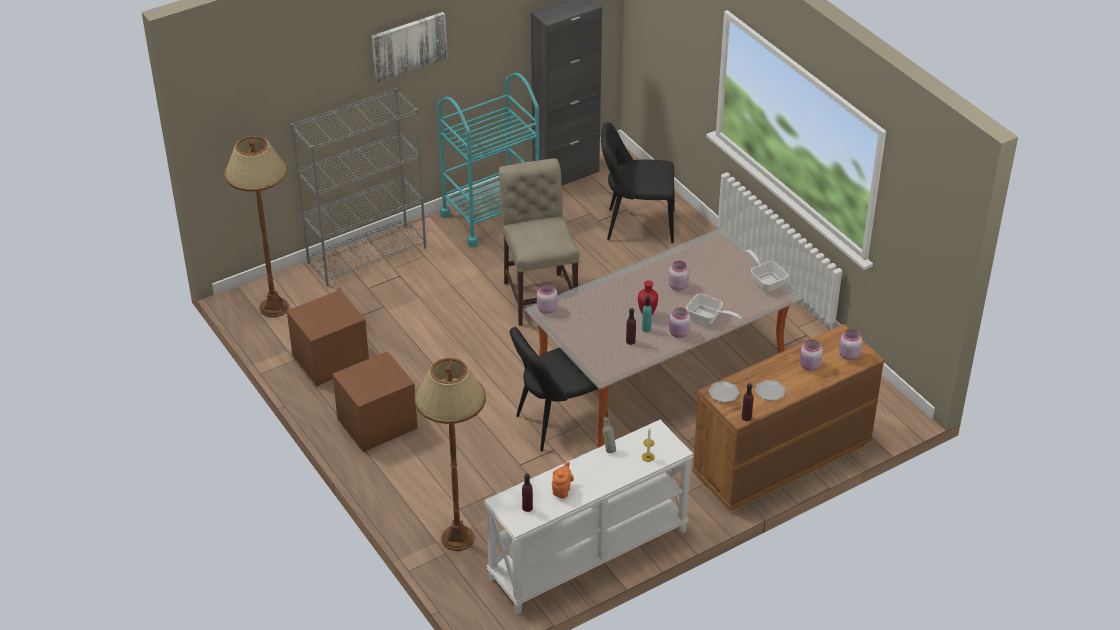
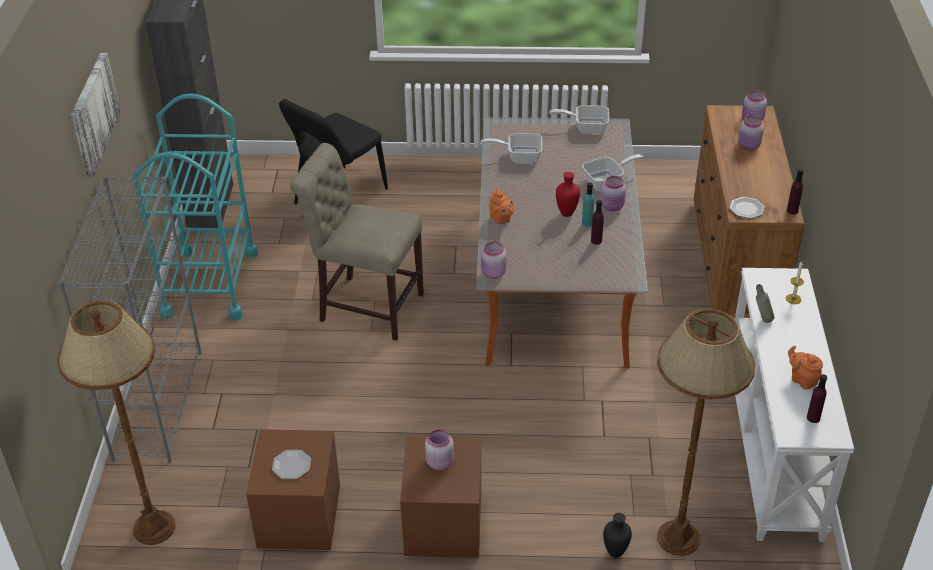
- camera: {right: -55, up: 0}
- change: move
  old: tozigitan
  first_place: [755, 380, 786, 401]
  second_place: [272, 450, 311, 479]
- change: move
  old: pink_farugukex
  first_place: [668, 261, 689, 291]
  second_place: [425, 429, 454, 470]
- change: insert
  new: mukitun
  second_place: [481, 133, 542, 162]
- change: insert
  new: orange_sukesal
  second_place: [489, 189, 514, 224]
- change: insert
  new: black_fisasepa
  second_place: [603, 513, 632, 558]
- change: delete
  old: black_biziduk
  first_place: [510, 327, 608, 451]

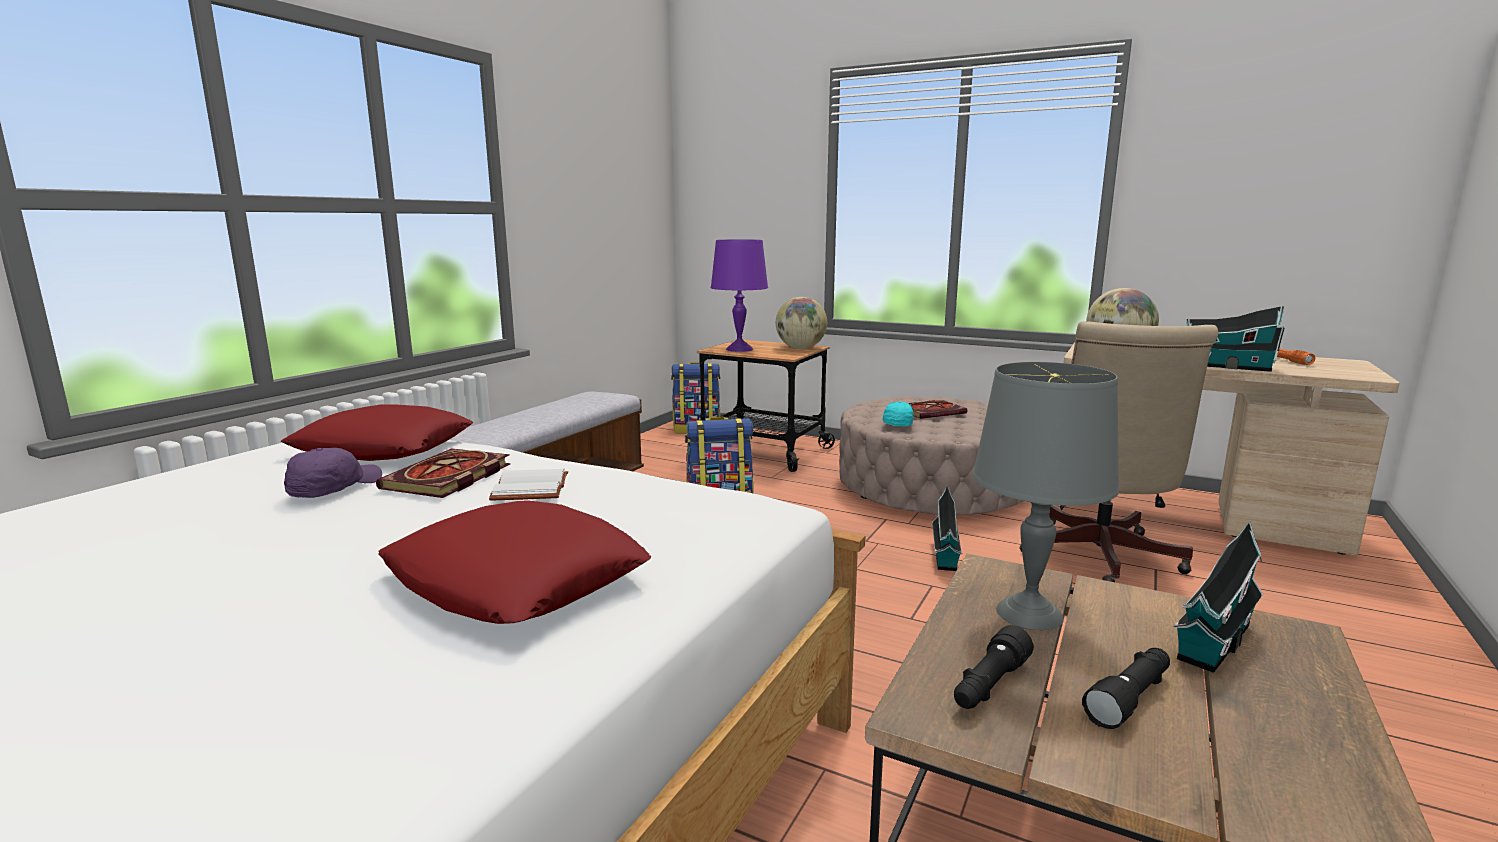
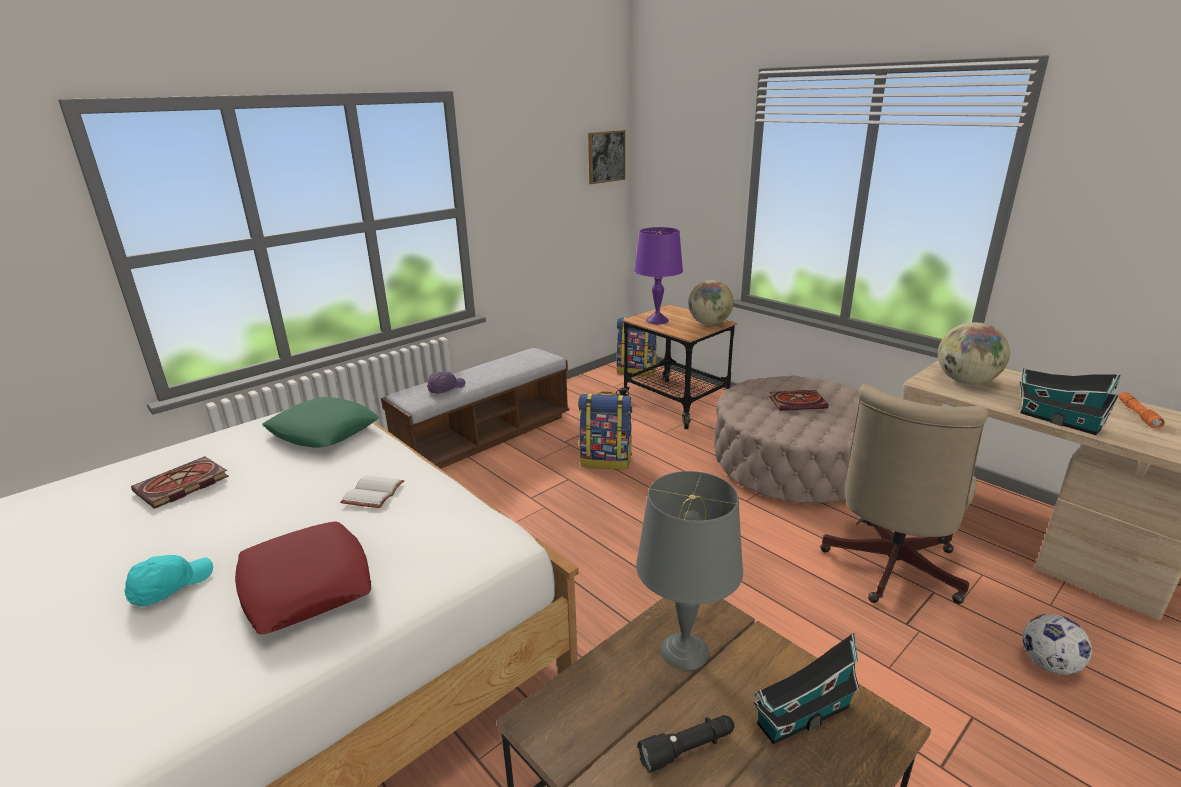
- camera: {right: 20, up: 10}
- change: move
  old: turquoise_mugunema
  first_place: [882, 401, 913, 426]
  second_place: [124, 555, 213, 606]
- change: move
  old: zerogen
  first_place: [376, 449, 510, 498]
  second_place: [131, 456, 229, 509]
- change: recolor
  old: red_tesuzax
  new: green_tesuzax
  first_place: [280, 404, 474, 461]
  second_place: [262, 397, 379, 448]
- change: move
  old: purple_mugunema
  first_place: [284, 448, 382, 498]
  second_place: [427, 372, 465, 394]
- change: insert
  new: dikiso
  second_place: [588, 130, 625, 184]
- change: insert
  new: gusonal
  second_place: [1022, 614, 1092, 675]
- change: delete
  old: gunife
  first_place: [932, 485, 962, 571]
- change: delete
  old: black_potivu
  first_place: [954, 625, 1034, 709]

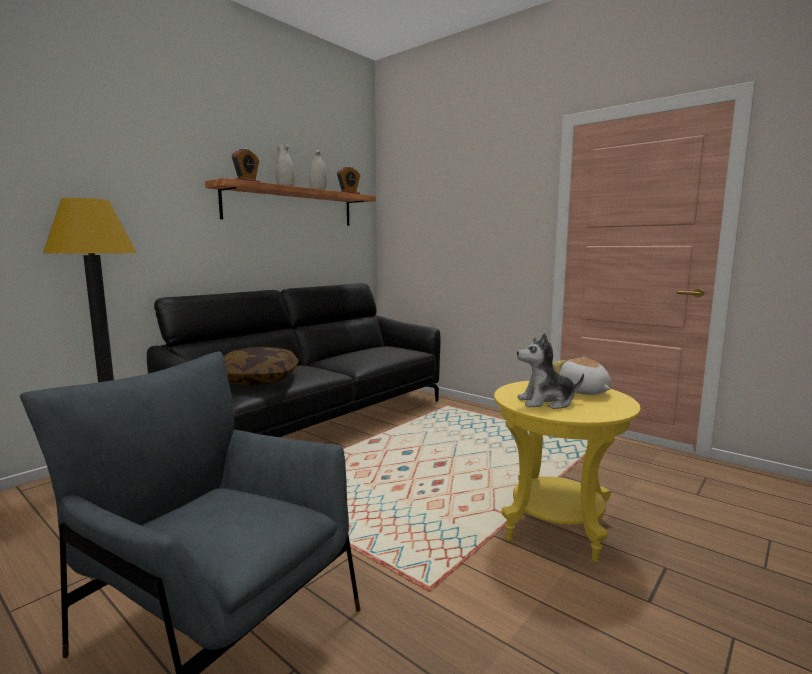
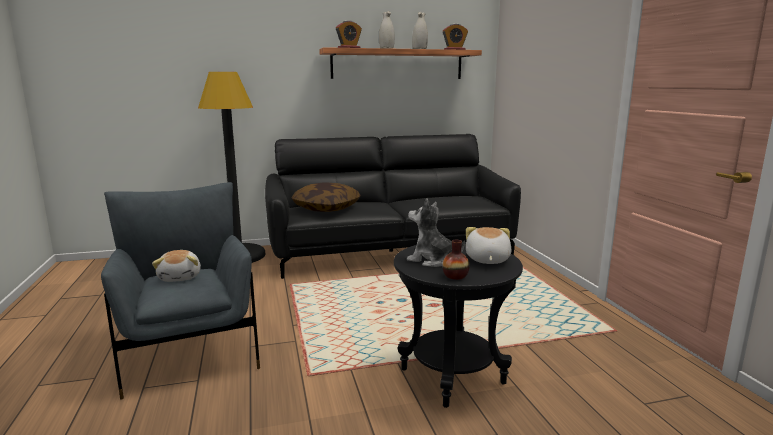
- camera: {right: 35, up: 5}
- change: insert
  new: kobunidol
  second_place: [152, 250, 201, 282]
- change: recolor
  old: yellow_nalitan
  new: black_nalitan
  first_place: [494, 381, 641, 562]
  second_place: [394, 241, 523, 408]
- change: insert
  new: fisasepa
  second_place: [442, 240, 470, 280]

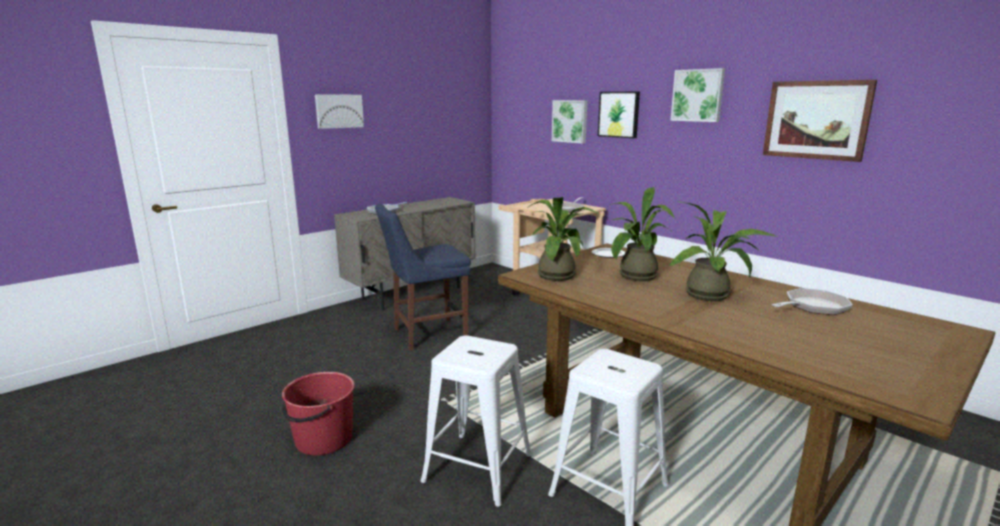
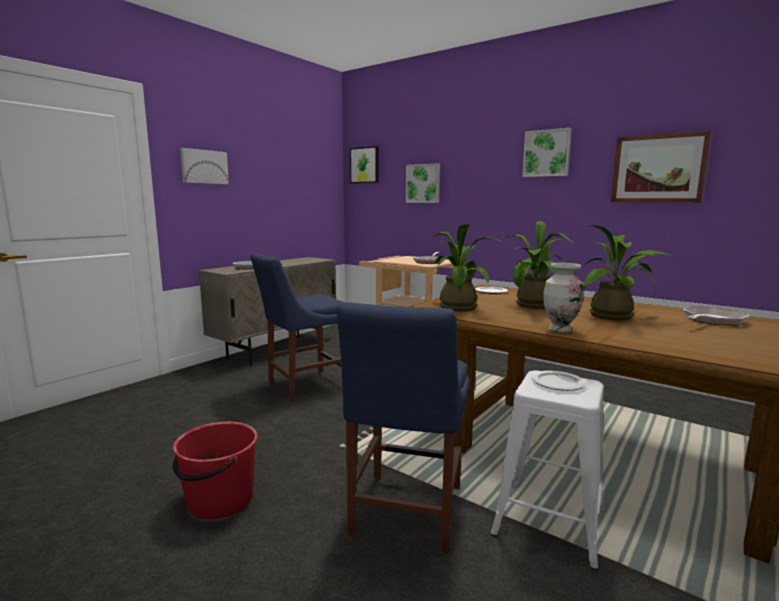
- camera: {right: -10, up: -5}
- change: replace
  old: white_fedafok
  new: blue_biziduk
  first_place: [421, 335, 532, 508]
  second_place: [337, 302, 469, 553]
- change: move
  old: dikiso
  first_place: [598, 92, 640, 138]
  second_place: [350, 146, 379, 183]
- change: insert
  new: tozigitan
  second_place: [532, 371, 586, 391]
- change: insert
  new: fisasepa
  second_place: [543, 263, 584, 333]

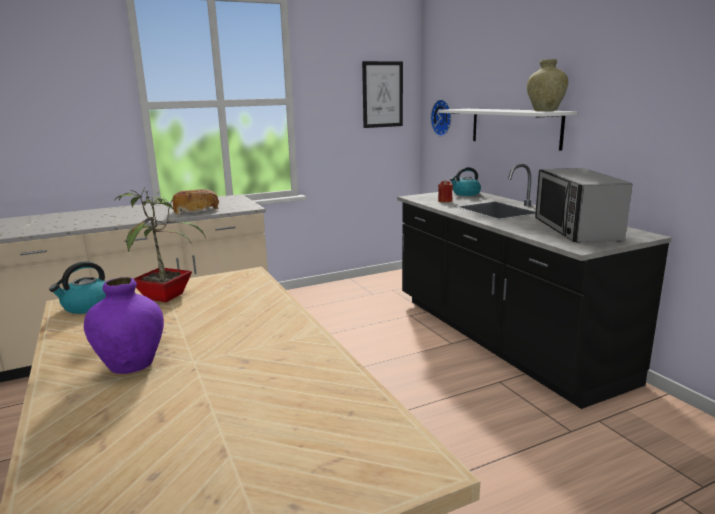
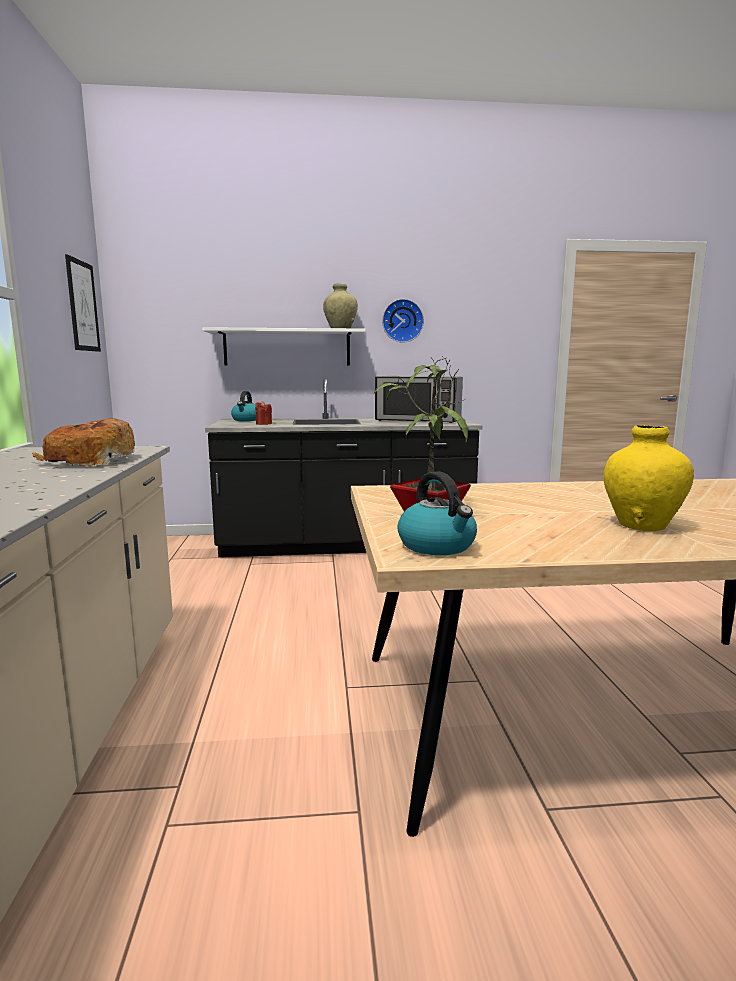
- camera: {right: -70, up: -5}
- change: move
  old: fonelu
  first_place: [430, 99, 451, 137]
  second_place: [382, 299, 424, 343]
- change: recolor
  old: purple_fisasepa
  new: yellow_fisasepa
  first_place: [84, 277, 164, 374]
  second_place: [603, 425, 694, 531]

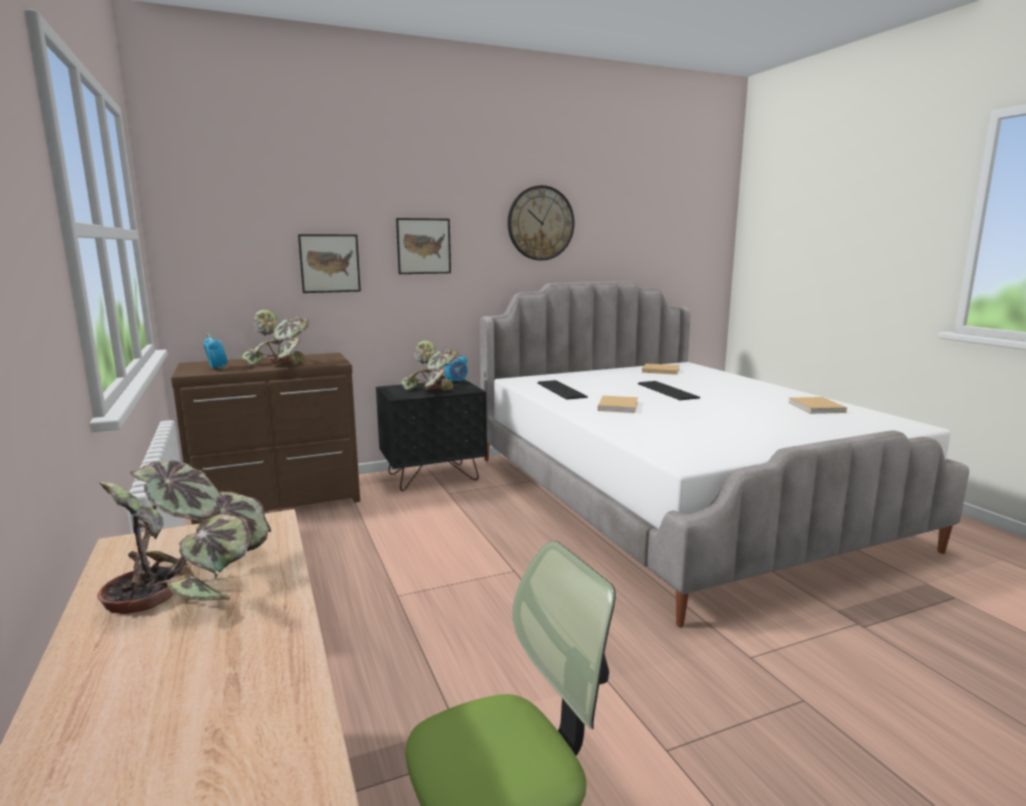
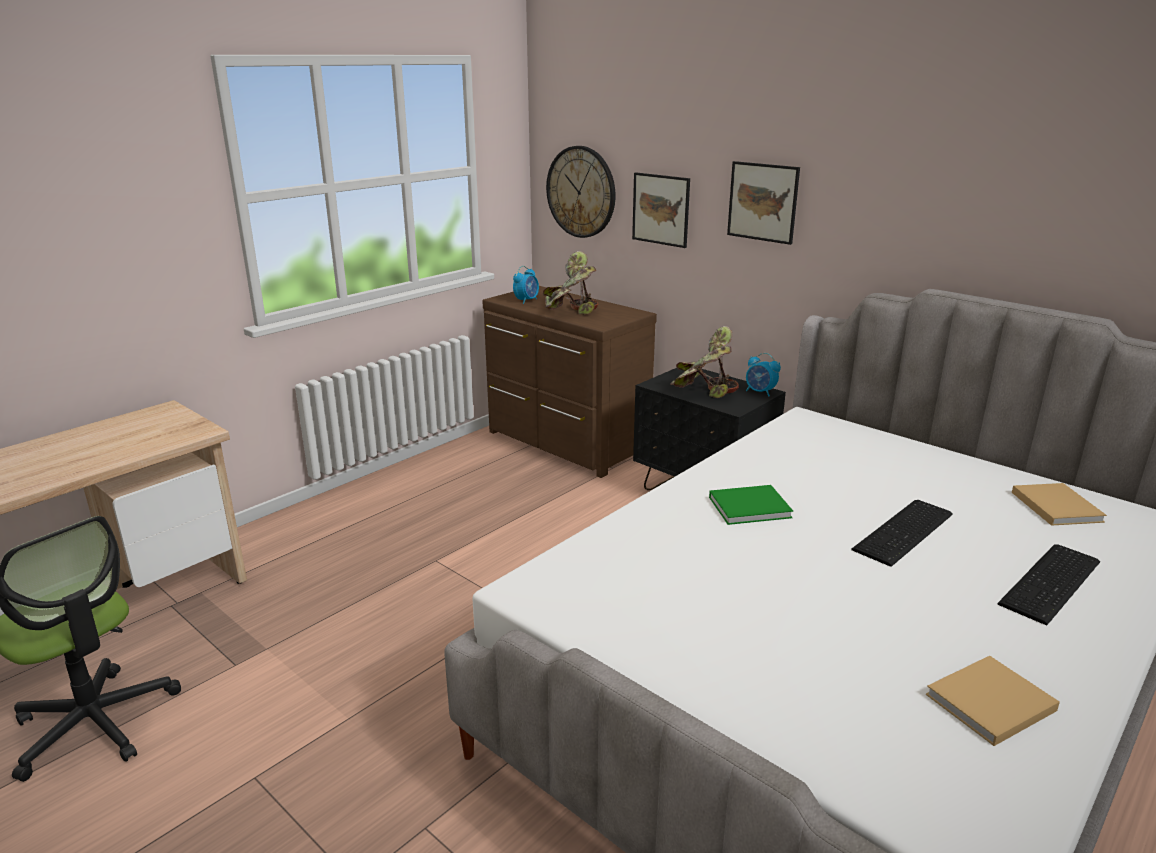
- camera: {right: 65, up: 10}
- change: move
  old: fonelu
  first_place: [507, 185, 575, 261]
  second_place: [546, 146, 616, 238]
- change: recolor
  old: beige_zerogen
  new: green_zerogen
  first_place: [598, 395, 638, 413]
  second_place: [709, 485, 793, 525]
- change: move
  old: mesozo
  first_place: [537, 380, 588, 400]
  second_place: [998, 545, 1100, 625]
- change: delete
  old: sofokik
  first_place: [97, 460, 271, 614]

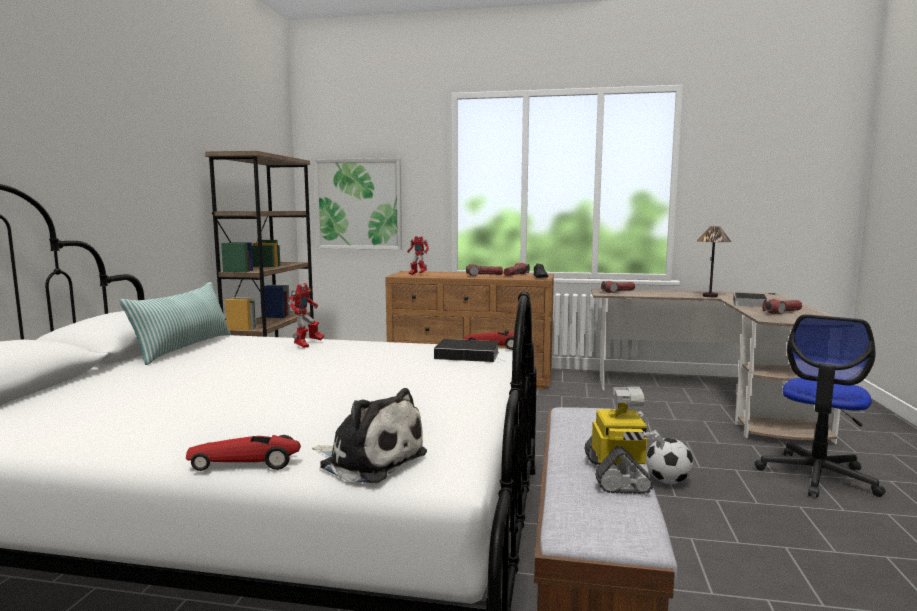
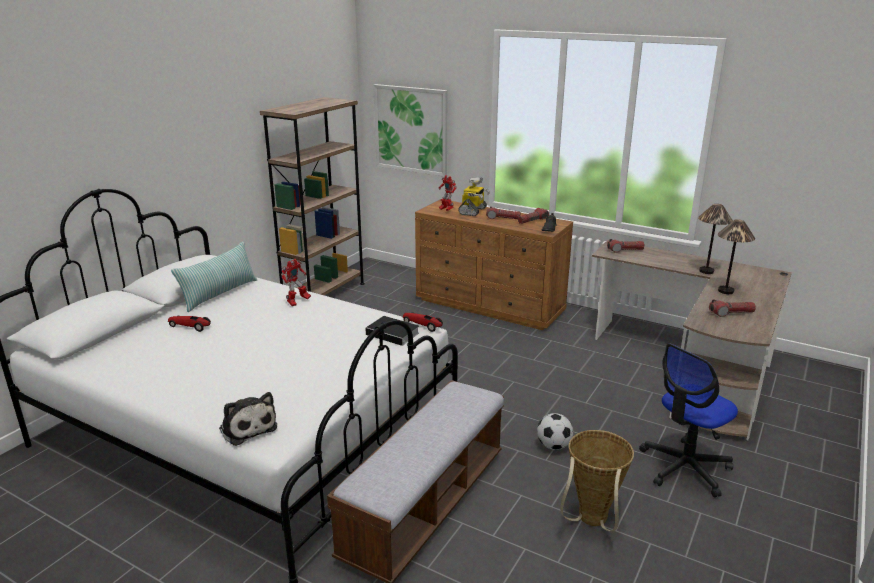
- camera: {right: 20, up: 15}
- change: move
  old: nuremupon
  first_place: [186, 435, 301, 471]
  second_place: [168, 316, 211, 332]
- change: move
  old: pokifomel
  first_place: [584, 387, 665, 494]
  second_place: [458, 177, 490, 216]
- change: insert
  new: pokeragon
  second_place: [560, 430, 634, 531]
- change: replace
  old: zerogen
  new: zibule
  first_place: [733, 293, 768, 307]
  second_place: [718, 219, 755, 294]

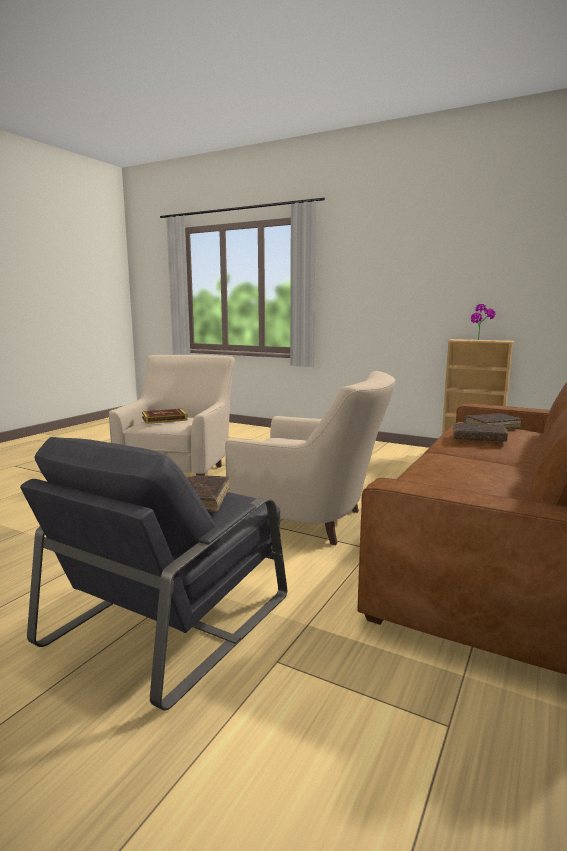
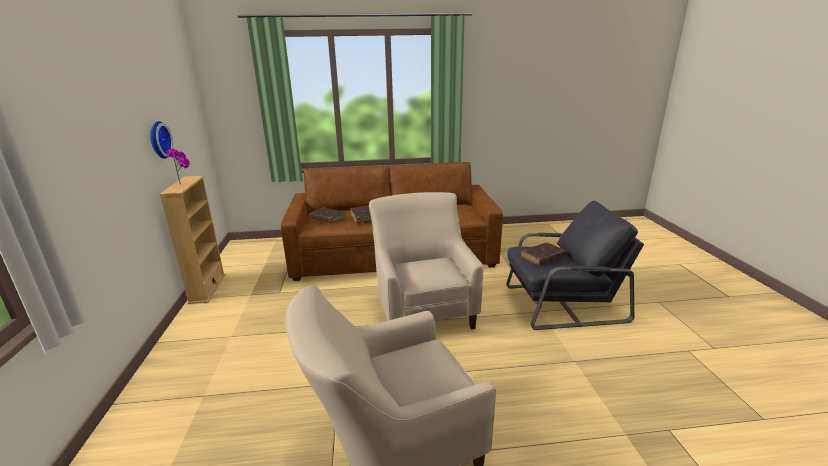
- camera: {right: -125, up: 10}
- change: insert
  new: fonelu
  second_place: [150, 121, 173, 159]
- change: delete
  old: zerogen
  first_place: [142, 409, 187, 424]

